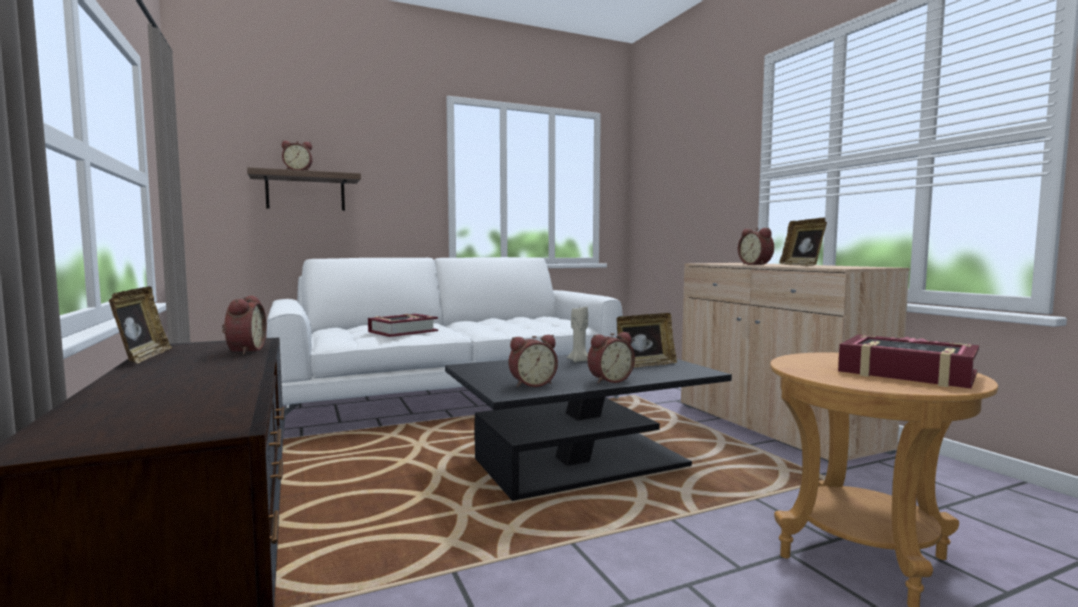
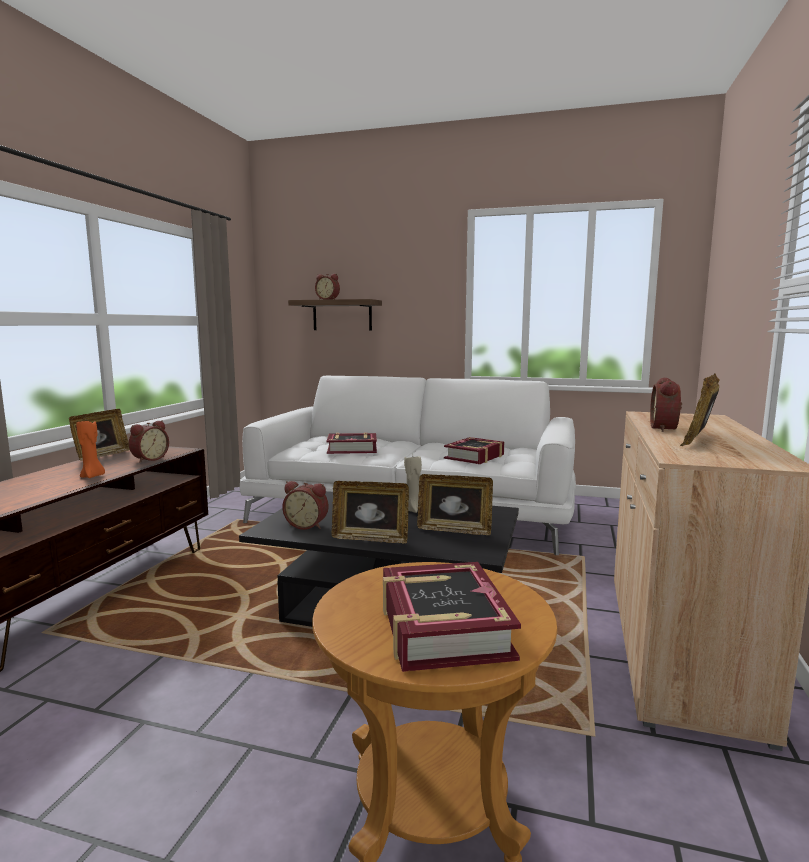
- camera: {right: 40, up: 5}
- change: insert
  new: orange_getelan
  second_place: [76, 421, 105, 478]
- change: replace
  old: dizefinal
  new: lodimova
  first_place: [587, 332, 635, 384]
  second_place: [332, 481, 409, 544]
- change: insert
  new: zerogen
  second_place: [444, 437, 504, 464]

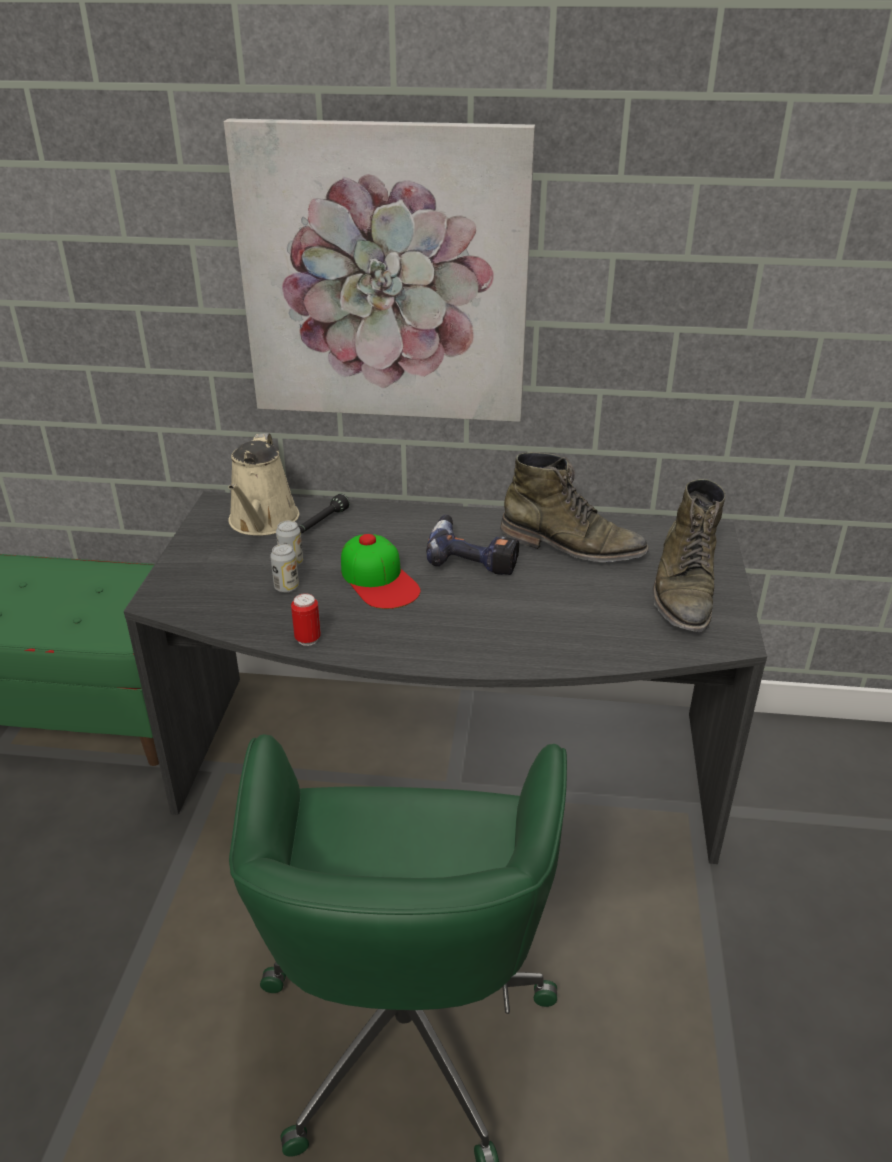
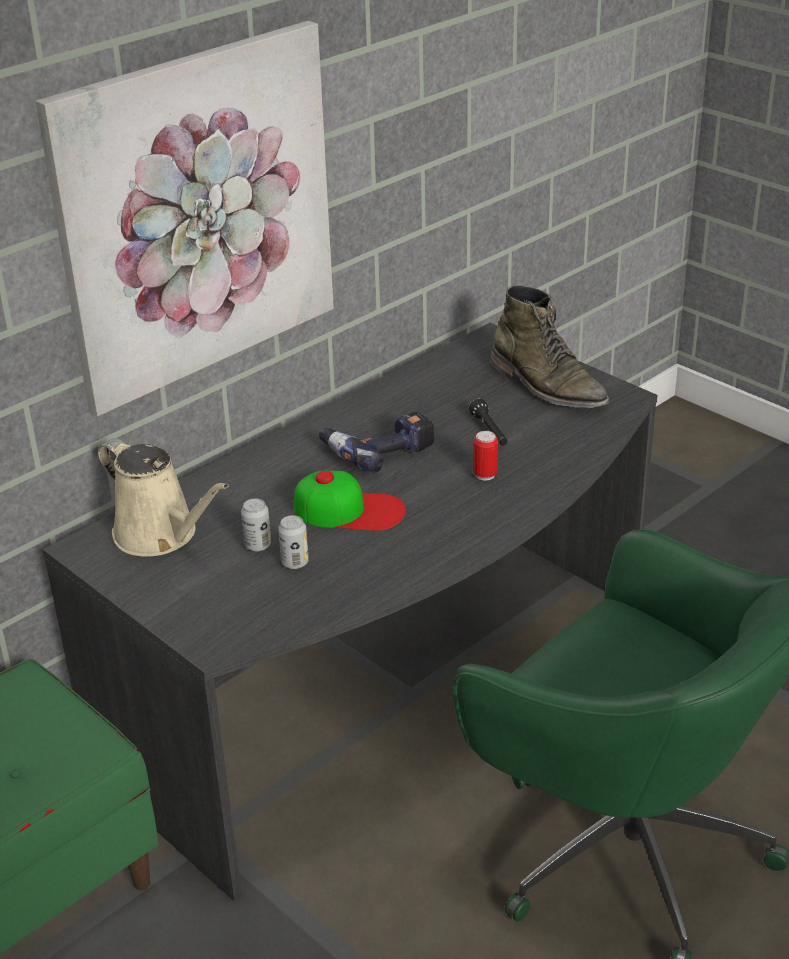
- camera: {right: -50, up: 0}
- change: move
  old: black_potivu
  first_place: [299, 494, 350, 533]
  second_place: [468, 398, 508, 446]
- change: move
  old: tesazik
  first_place: [291, 593, 321, 646]
  second_place: [473, 431, 498, 481]
- change: delete
  old: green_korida
  first_place: [500, 452, 649, 562]

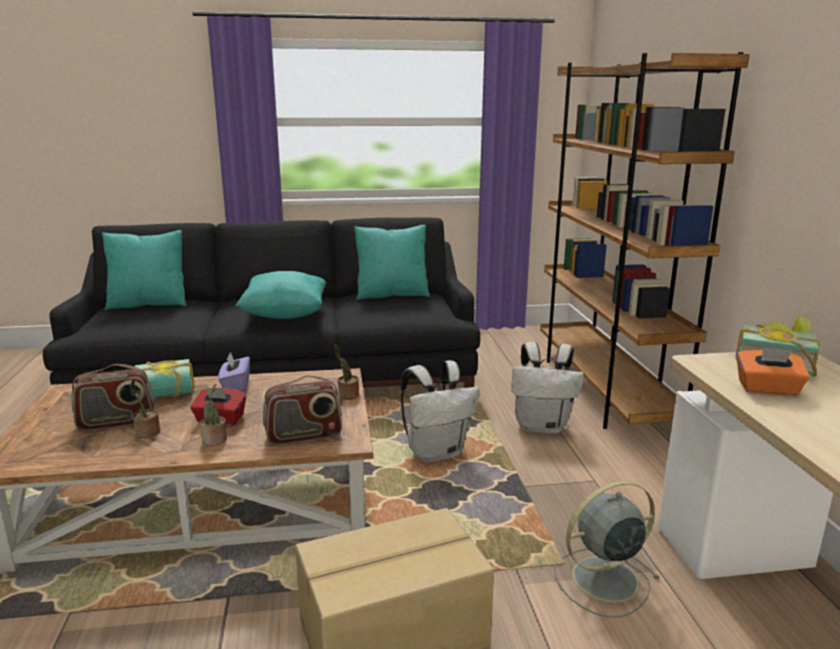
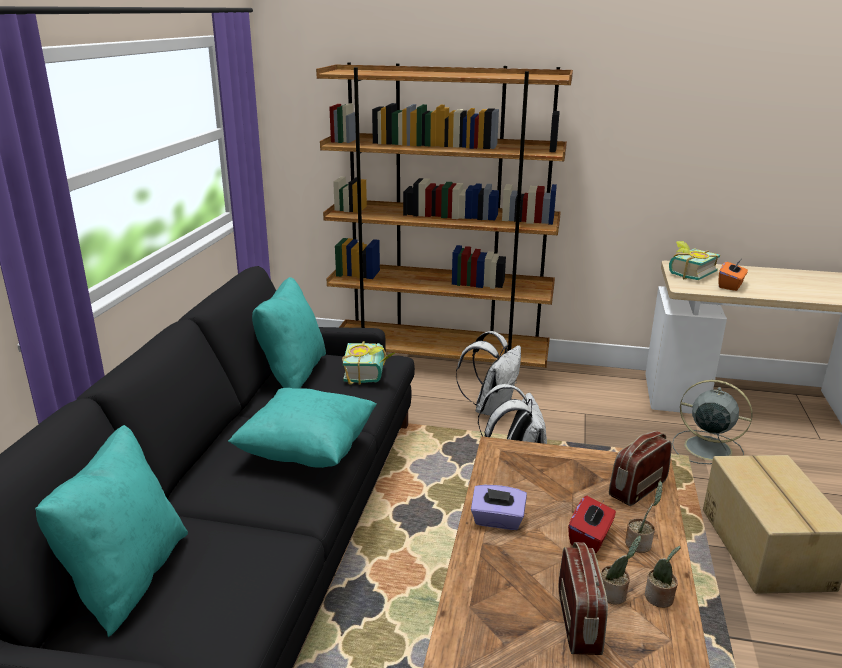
- camera: {right: -70, up: 5}
- change: move
  old: zerogen
  first_place: [135, 359, 195, 398]
  second_place: [342, 341, 395, 385]
- change: rotate
  old: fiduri
  first_place: [263, 375, 342, 445]
  second_place: [609, 431, 672, 506]
  degrees: -135
- change: move
  old: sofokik
  first_place: [334, 344, 359, 400]
  second_place: [645, 546, 681, 608]
- change: rotate
  old: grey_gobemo
  first_place: [554, 481, 660, 618]
  second_place: [672, 380, 752, 464]
  degrees: 120

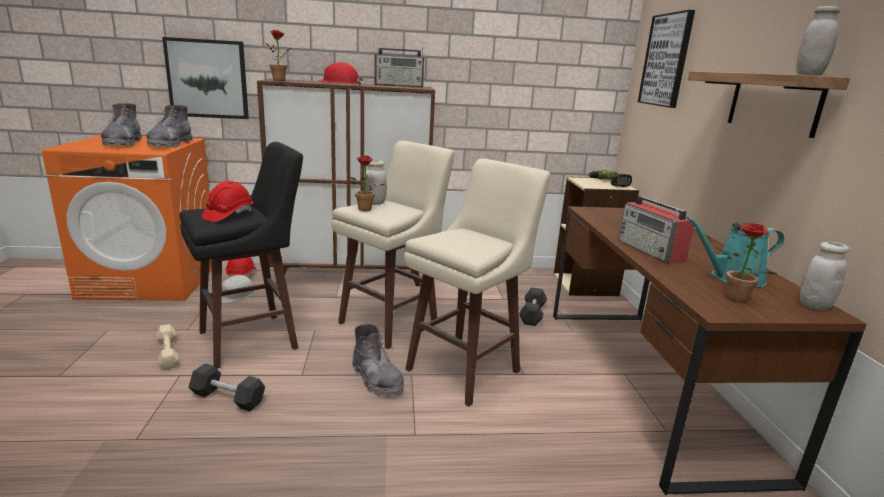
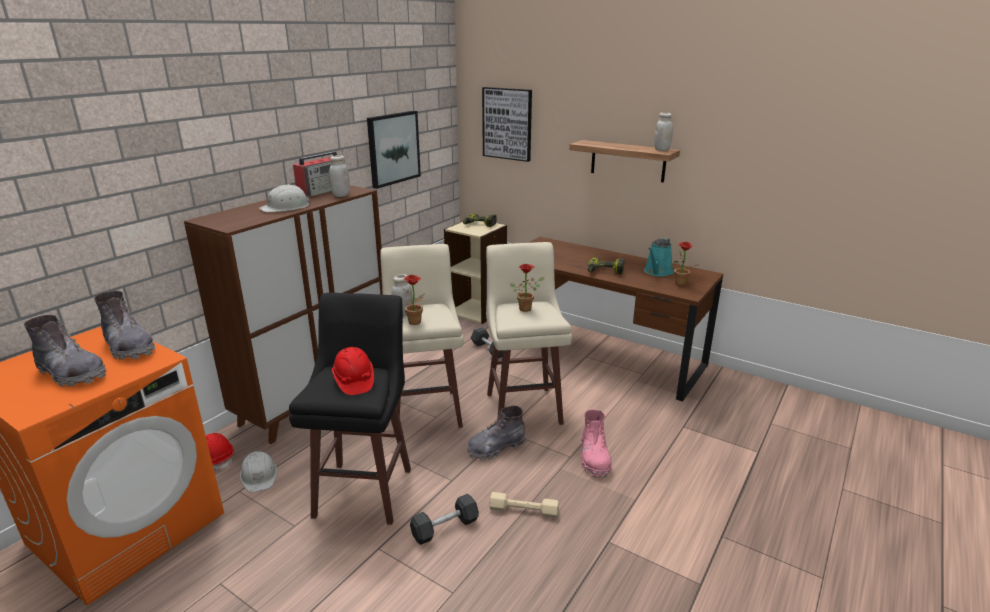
- camera: {right: -50, up: 5}
- change: recolor
  old: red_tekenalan
  new: white_tekenalan
  first_place: [318, 62, 363, 85]
  second_place: [259, 184, 310, 212]
- change: move
  old: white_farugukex
  first_place: [800, 242, 849, 310]
  second_place: [329, 155, 350, 197]
- change: move
  old: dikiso
  first_place: [162, 37, 249, 119]
  second_place: [367, 111, 421, 189]
- change: rotate
  old: grey_korida
  first_place: [352, 324, 404, 397]
  second_place: [467, 406, 526, 460]
  degrees: 150
- change: move
  old: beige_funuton
  first_place: [156, 324, 179, 370]
  second_place: [489, 492, 559, 518]
- change: move
  old: sofokik
  first_place: [266, 30, 291, 81]
  second_place: [510, 264, 544, 312]
- change: insert
  new: pink_korida
  second_place: [581, 410, 612, 478]
- change: replace
  old: fiduri
  new: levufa
  first_place: [619, 196, 694, 264]
  second_place: [588, 257, 625, 274]

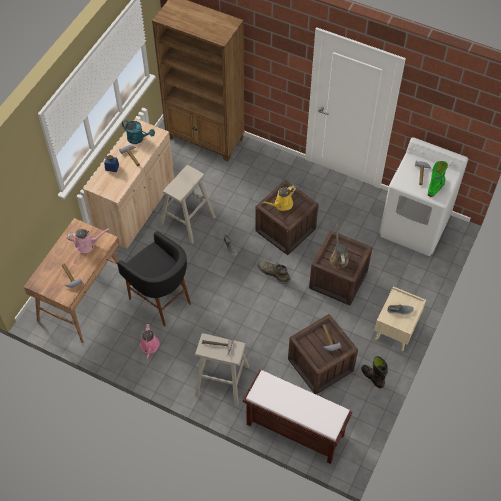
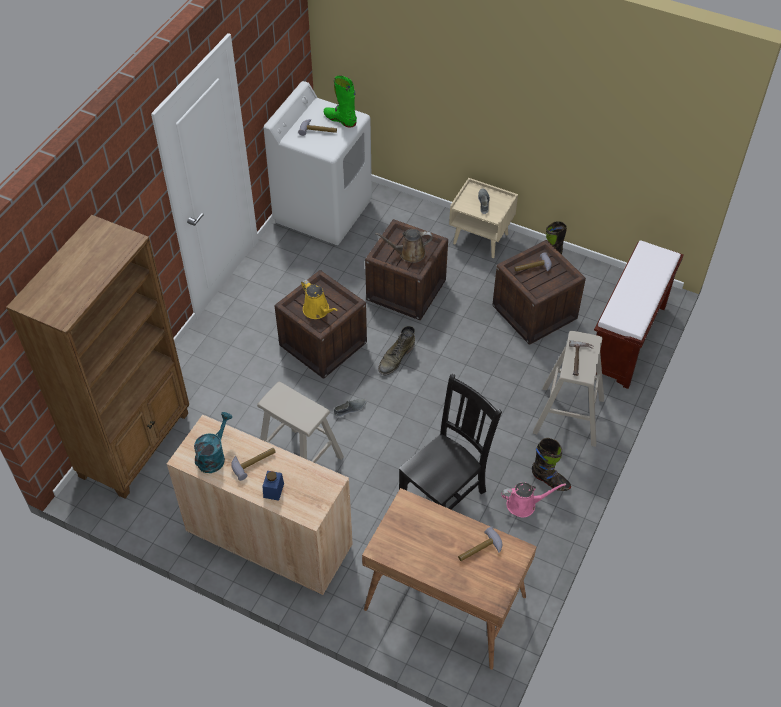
- camera: {right: -90, up: -5}
- change: replace
  old: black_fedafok
  new: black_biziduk
  first_place: [117, 231, 191, 326]
  second_place: [399, 373, 502, 509]
- change: insert
  new: black_korida
  second_place: [532, 438, 571, 491]
- change: delete
  old: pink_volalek
  first_place: [67, 228, 110, 253]

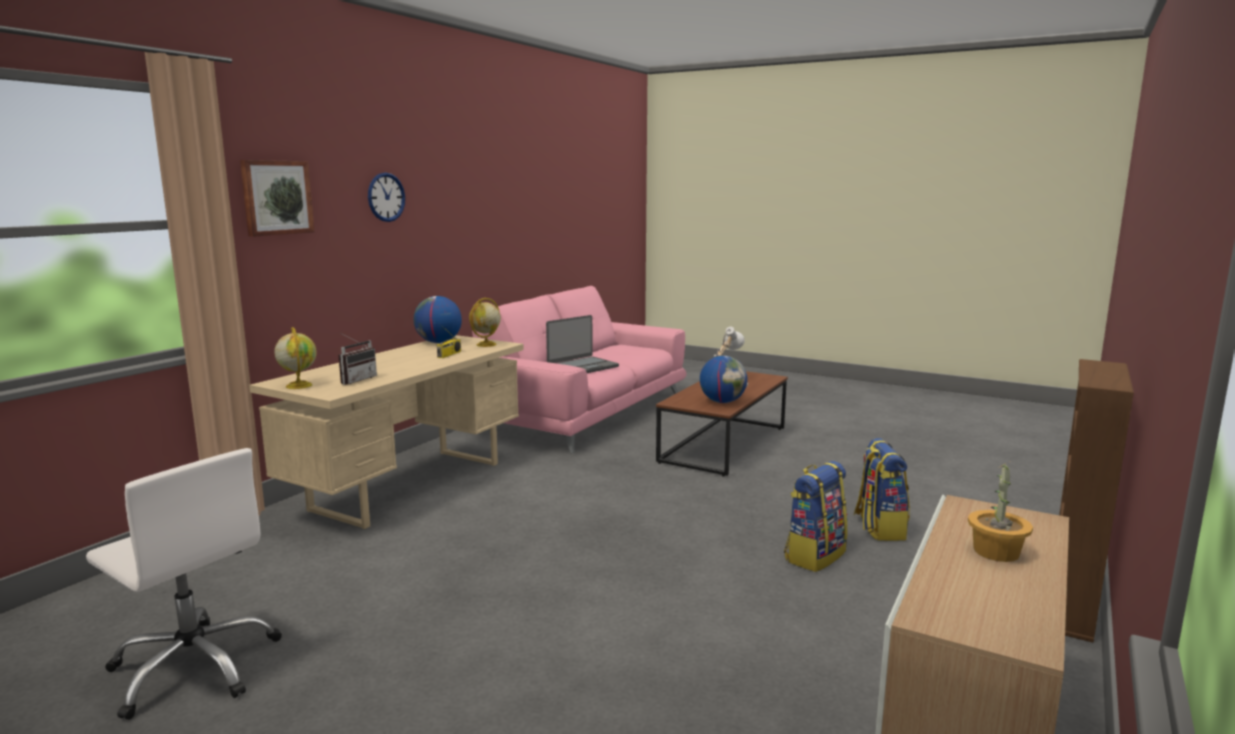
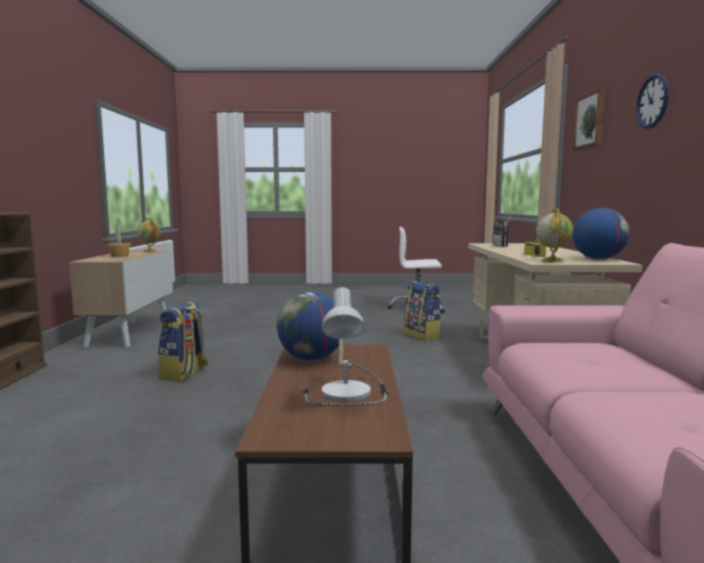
- camera: {right: 150, up: -5}
- change: move
  old: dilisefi
  first_place: [274, 327, 316, 389]
  second_place: [137, 218, 161, 252]
- change: move
  old: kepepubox
  first_place: [854, 438, 910, 541]
  second_place: [404, 280, 442, 341]
- change: delete
  old: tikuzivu
  first_place: [546, 315, 619, 373]

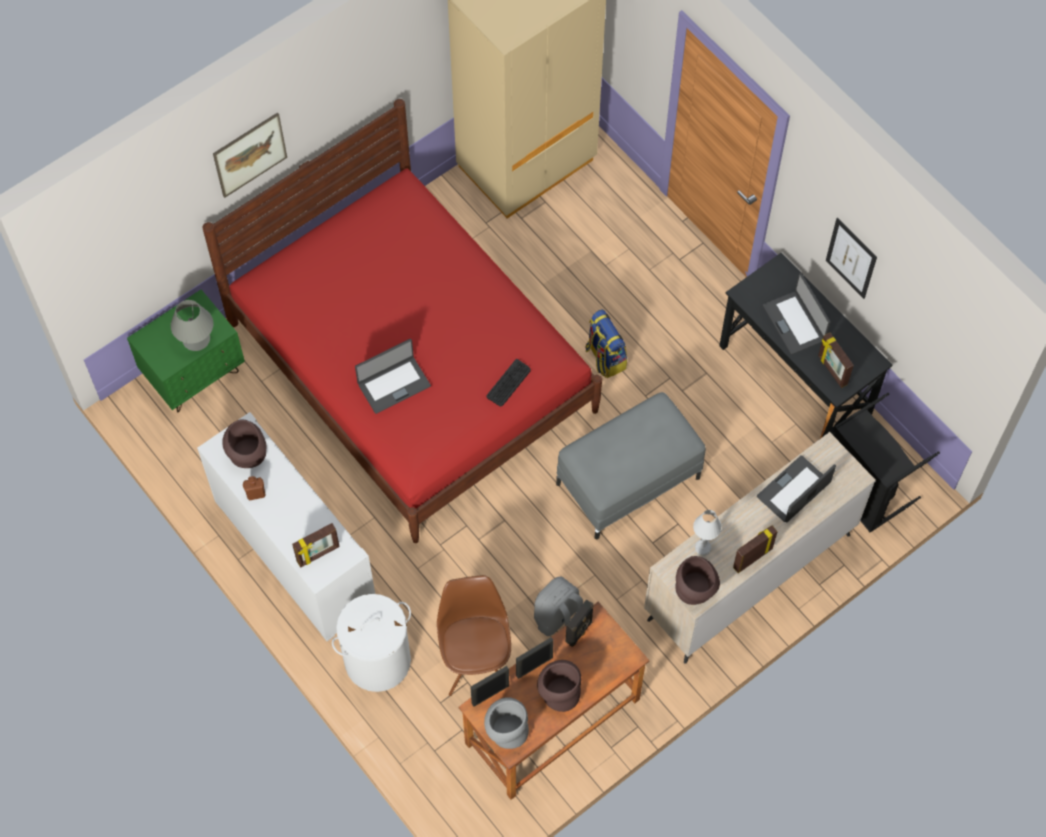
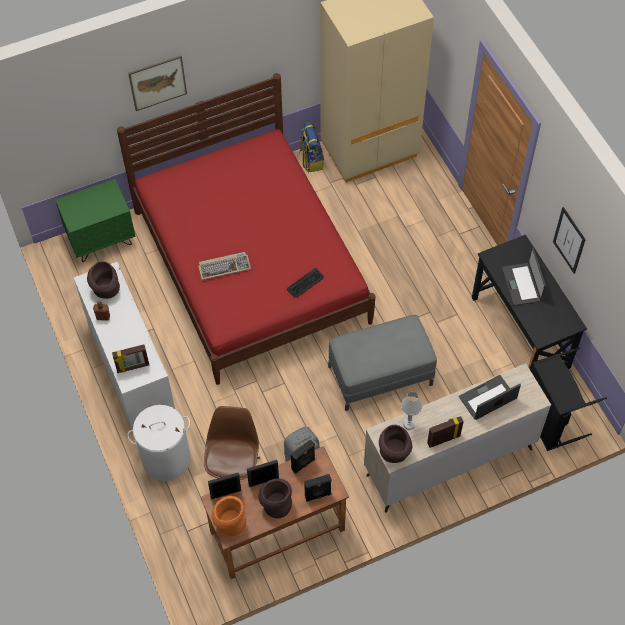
- camera: {right: 15, up: -5}
- change: replace
  old: tikuzivu
  new: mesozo
  first_place: [355, 339, 431, 414]
  second_place: [198, 252, 251, 280]
- change: recolor
  old: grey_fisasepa
  new: orange_fisasepa
  first_place: [484, 697, 529, 749]
  second_place: [212, 496, 246, 536]
- change: move
  old: kepepubox
  first_place: [585, 309, 627, 378]
  second_place: [299, 122, 324, 172]
- change: insert
  new: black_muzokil
  second_place: [304, 474, 332, 502]
- change: delete
  old: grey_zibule
  first_place: [171, 300, 214, 351]
- change: delete
  old: lodimova
  first_place: [818, 332, 854, 388]

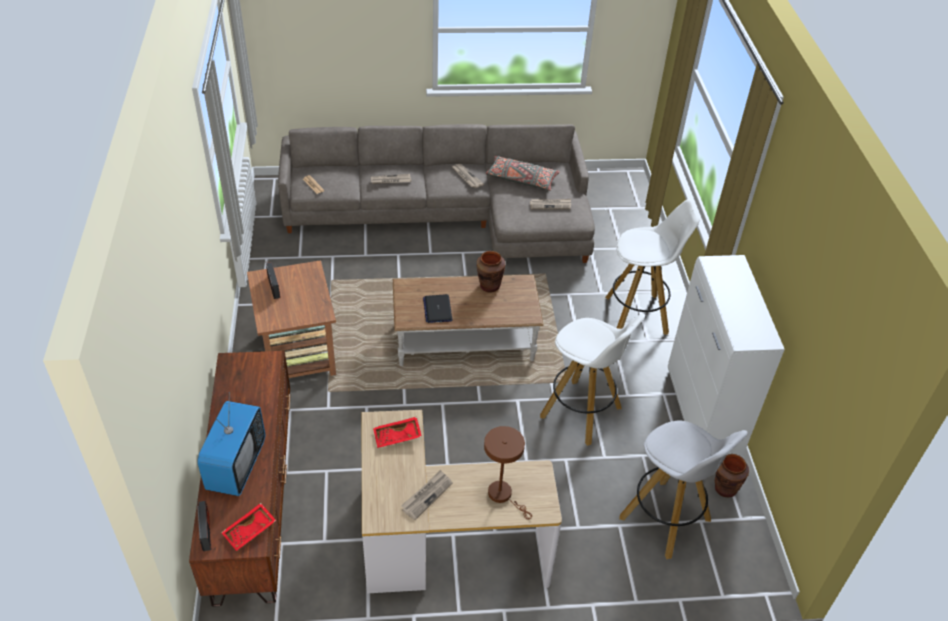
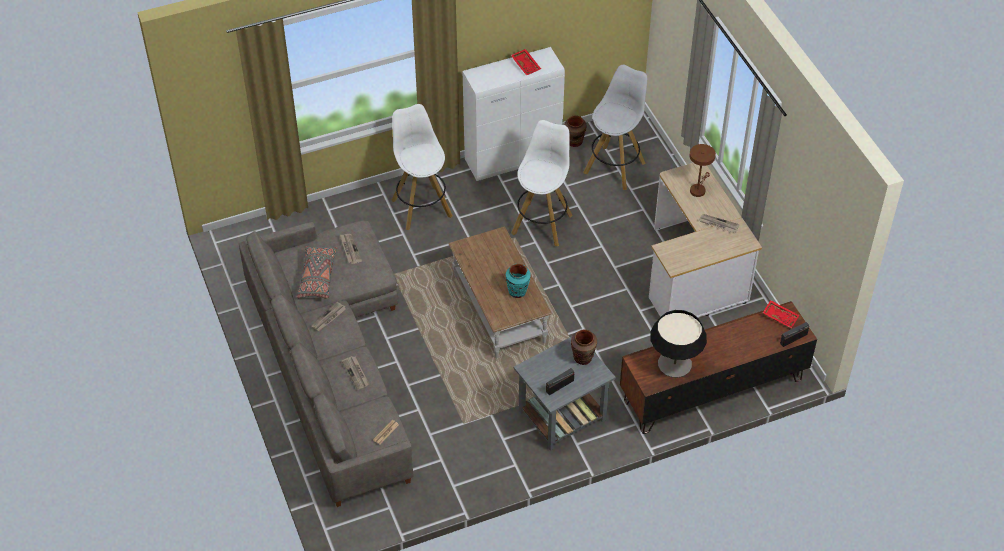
- camera: {right: -105, up: 5}
- change: replace
  old: tikuzivu
  new: turquoise_fisasepa
  first_place: [423, 294, 452, 323]
  second_place: [506, 264, 531, 298]
- change: move
  old: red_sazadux
  first_place: [373, 416, 422, 448]
  second_place: [511, 49, 541, 75]
- change: recolor
  old: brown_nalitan
  new: grey_nalitan
  first_place: [247, 260, 336, 378]
  second_place: [513, 337, 616, 451]
- change: move
  old: brown_fisasepa
  first_place: [477, 251, 505, 293]
  second_place: [571, 329, 597, 365]
- change: insert
  new: zibule
  second_place: [650, 310, 707, 378]
- change: delete
  old: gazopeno
  first_place: [197, 392, 265, 496]

